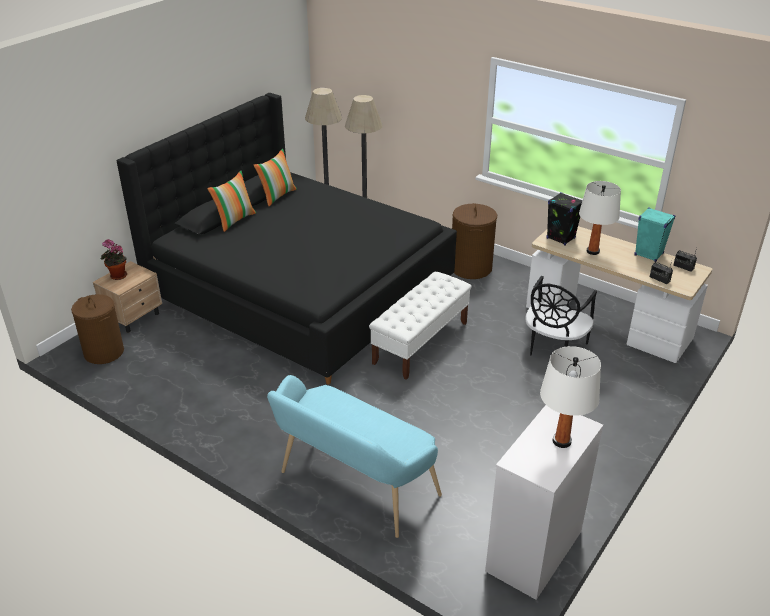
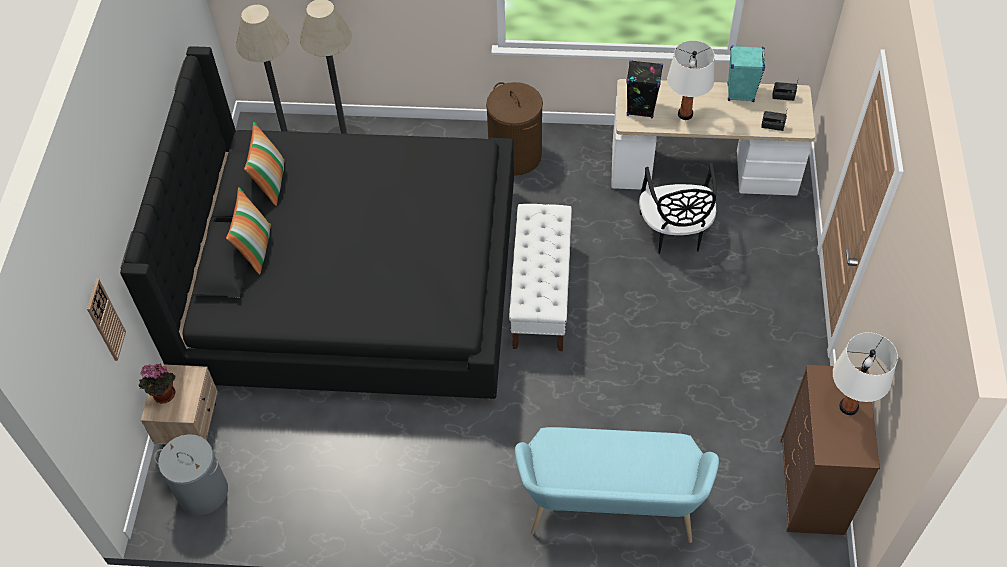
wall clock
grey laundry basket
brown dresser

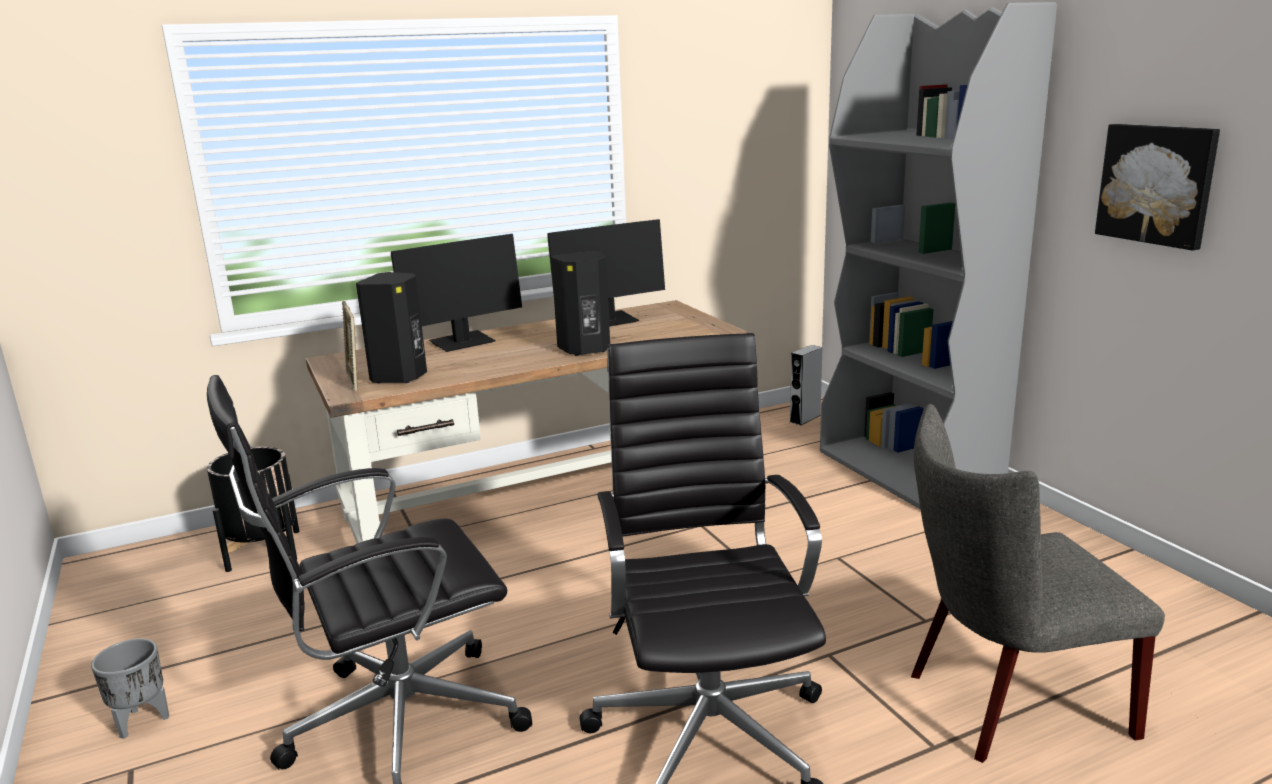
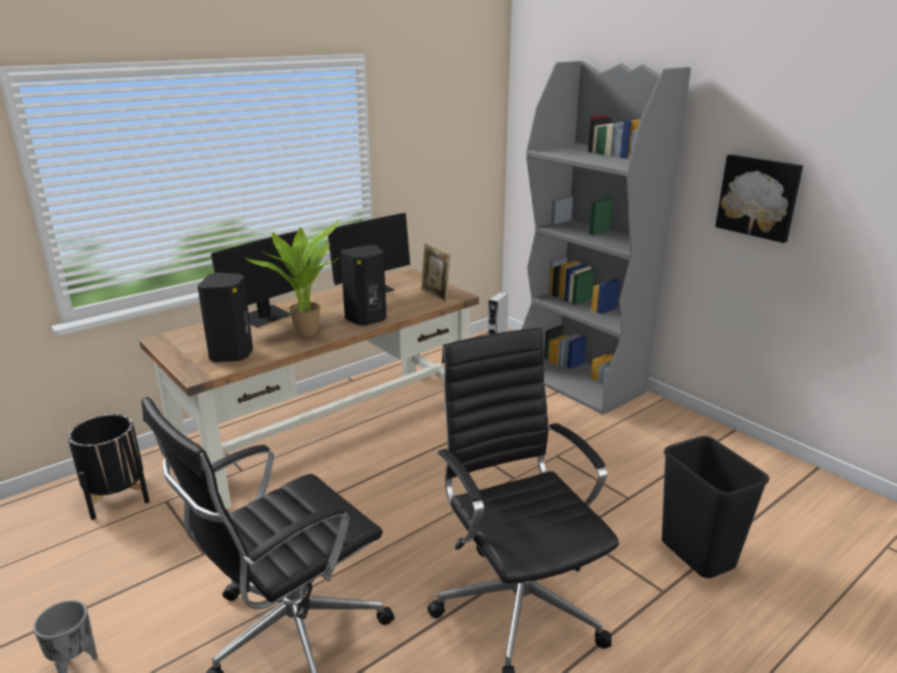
potted plant
picture frame
black trash can

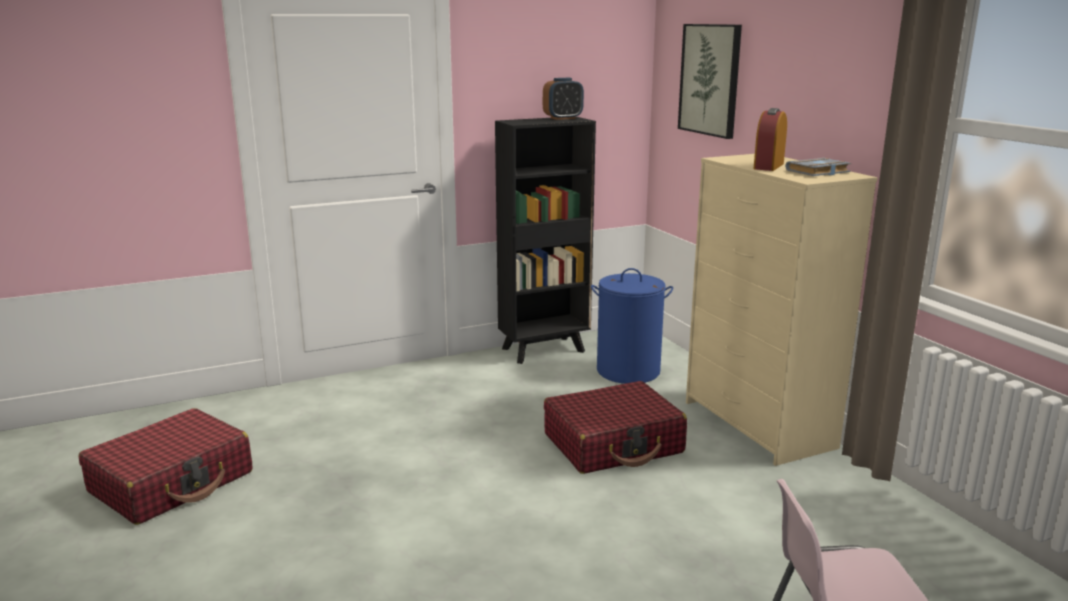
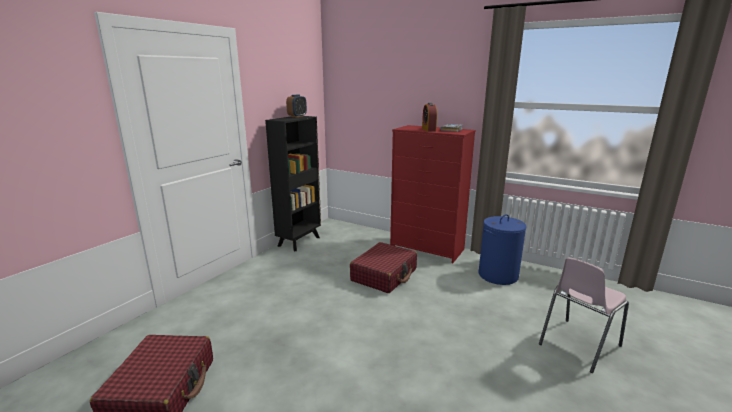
red dresser
blue laundry basket
picture

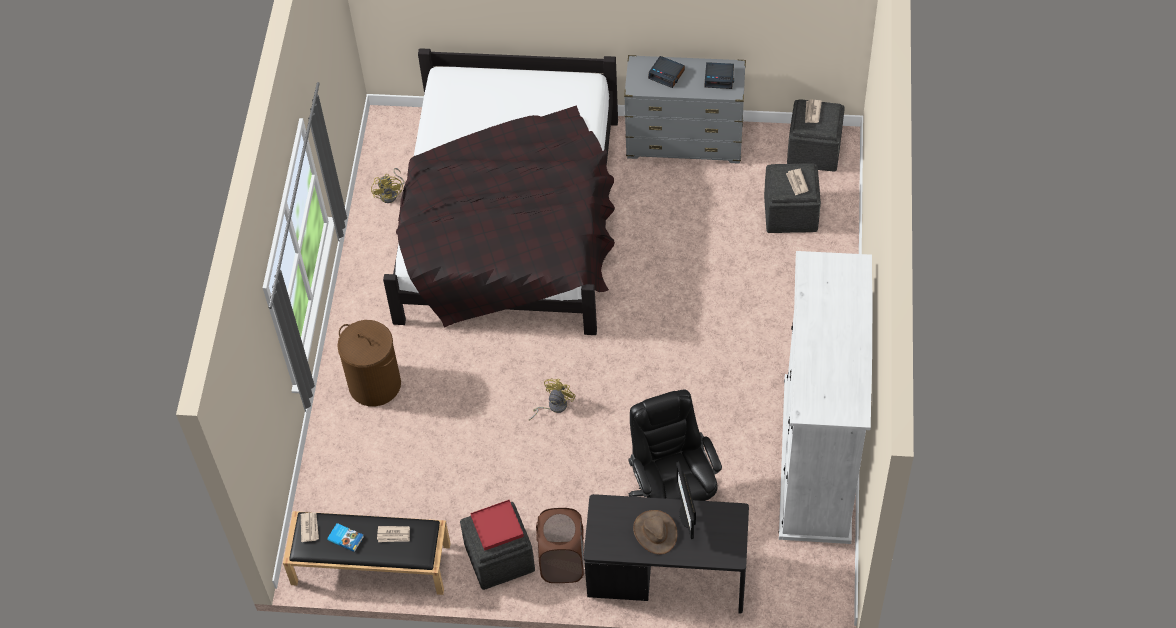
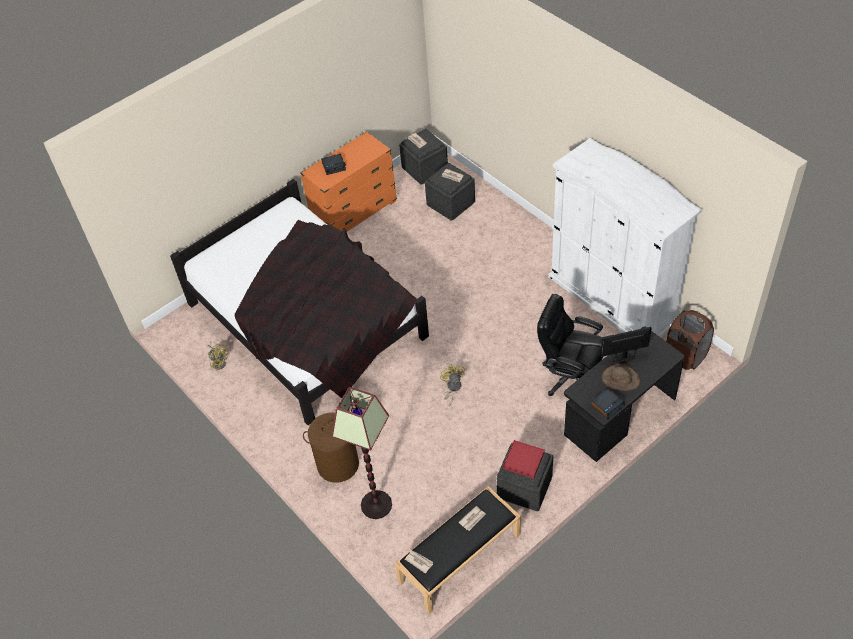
orange dresser
floor lamp
alarm clock (no. 2 from left)
monitor
brown laundry basket (no. 2 from left)
book

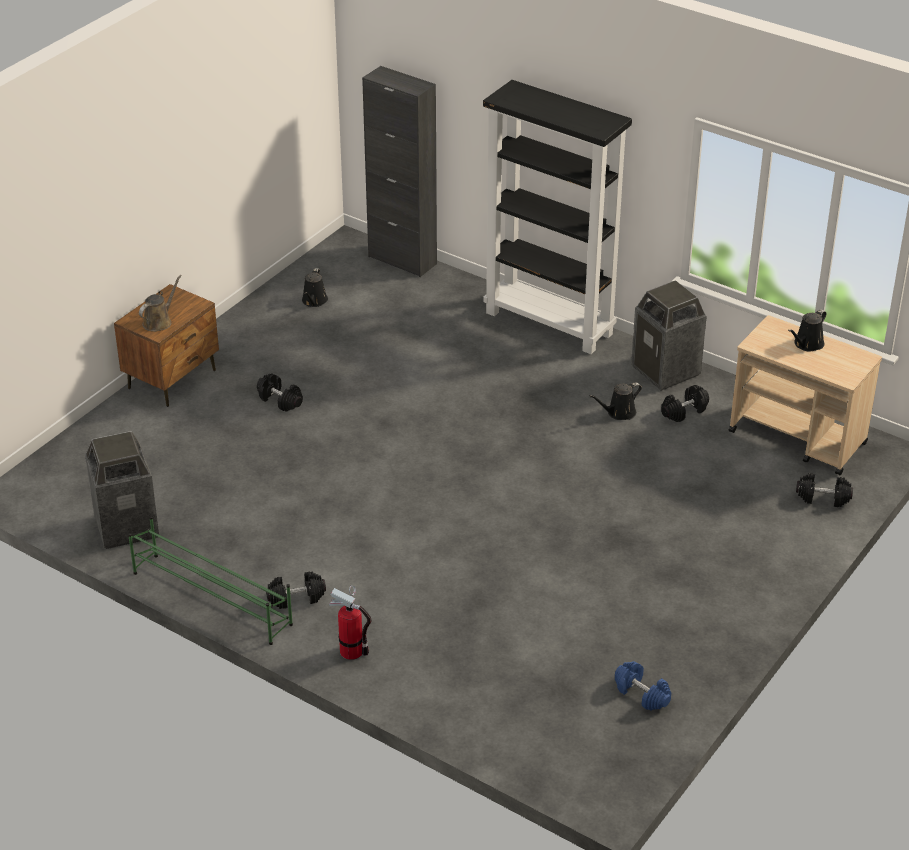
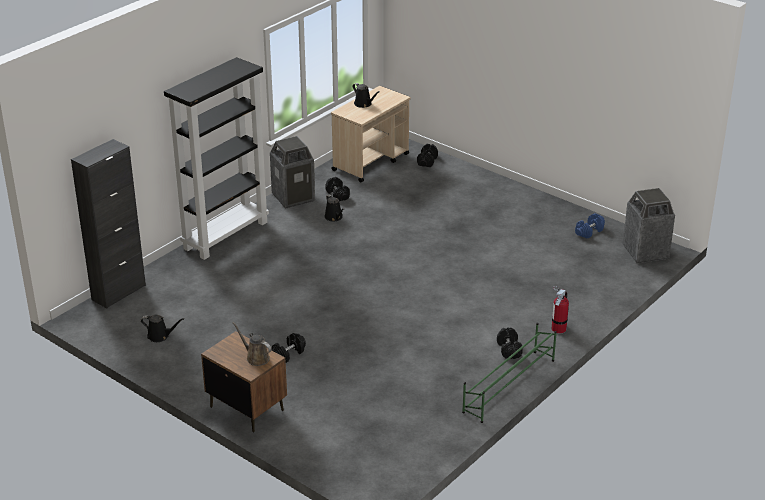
trash can (no. 2 from left)

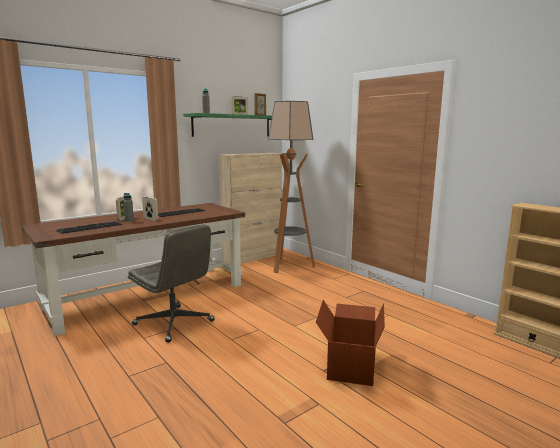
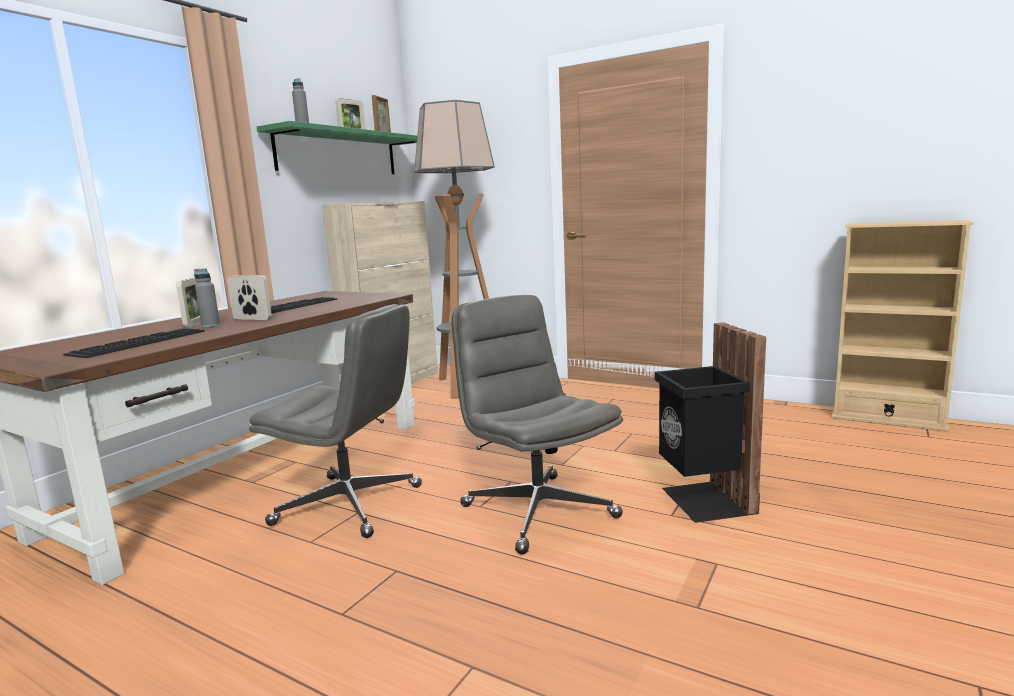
grey office chair (no. 2 from left)
black trash can

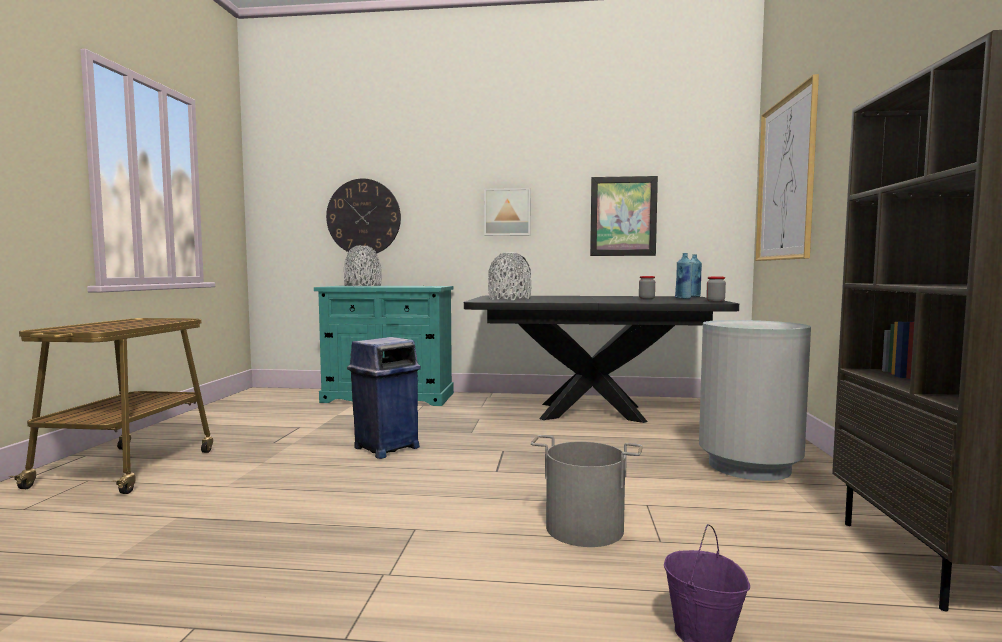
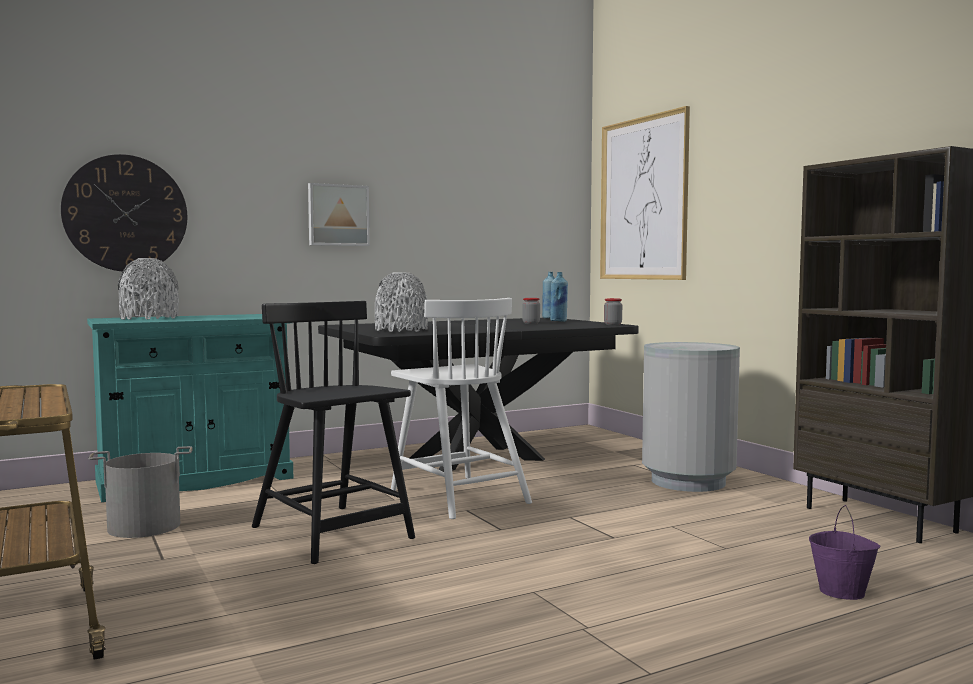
grey bucket
black chair
white chair
picture (no. 2 from left in the first image)

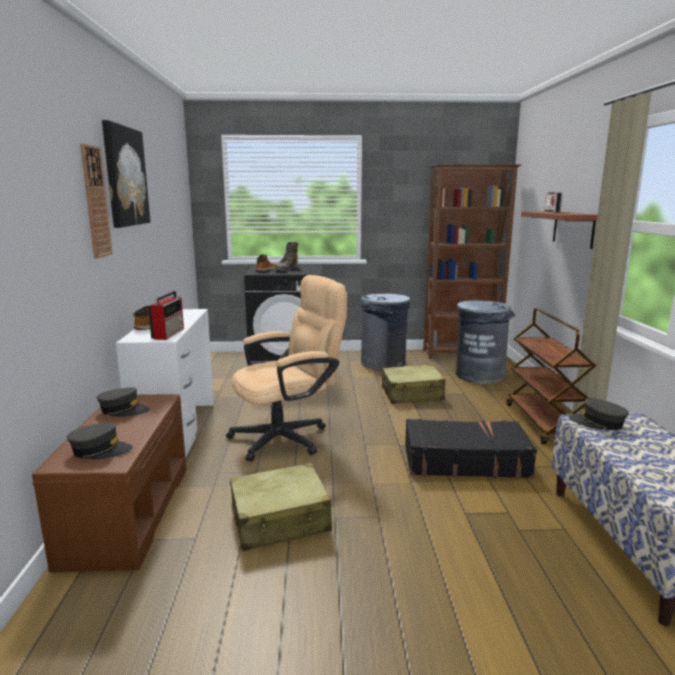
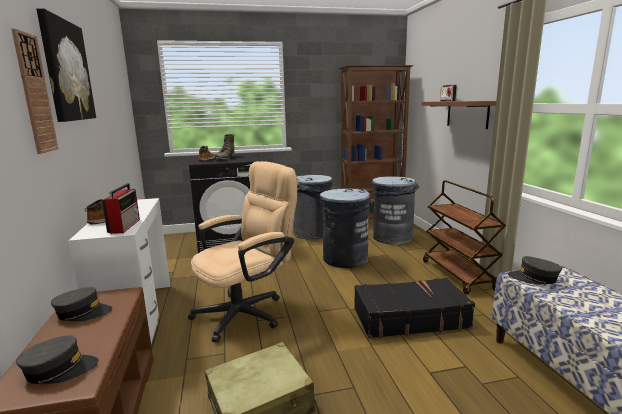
grey trash can (no. 2 from left)

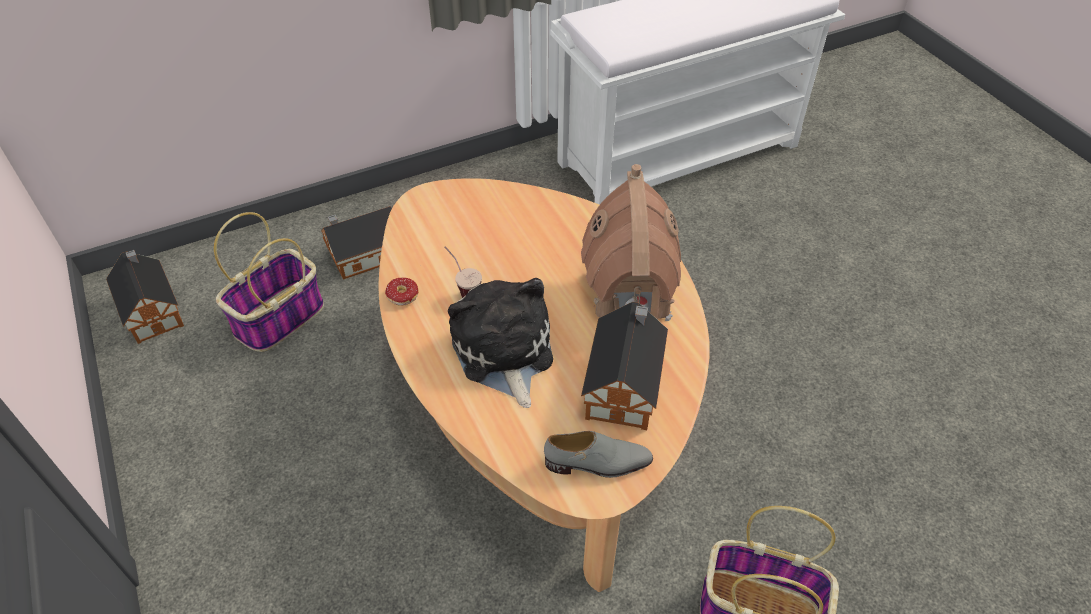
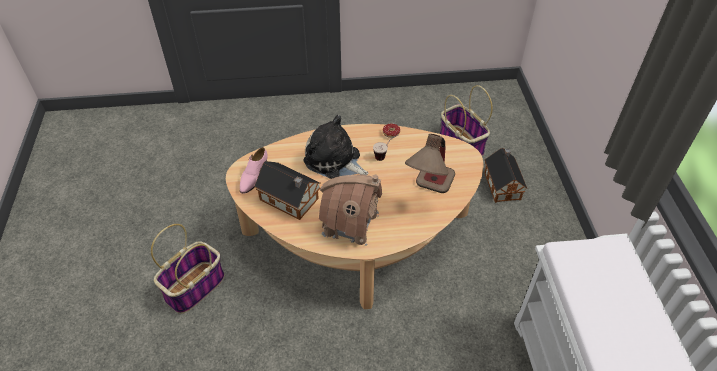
pink shoe
plush toy
table lamp
toy house (no. 1 from left in the first image)

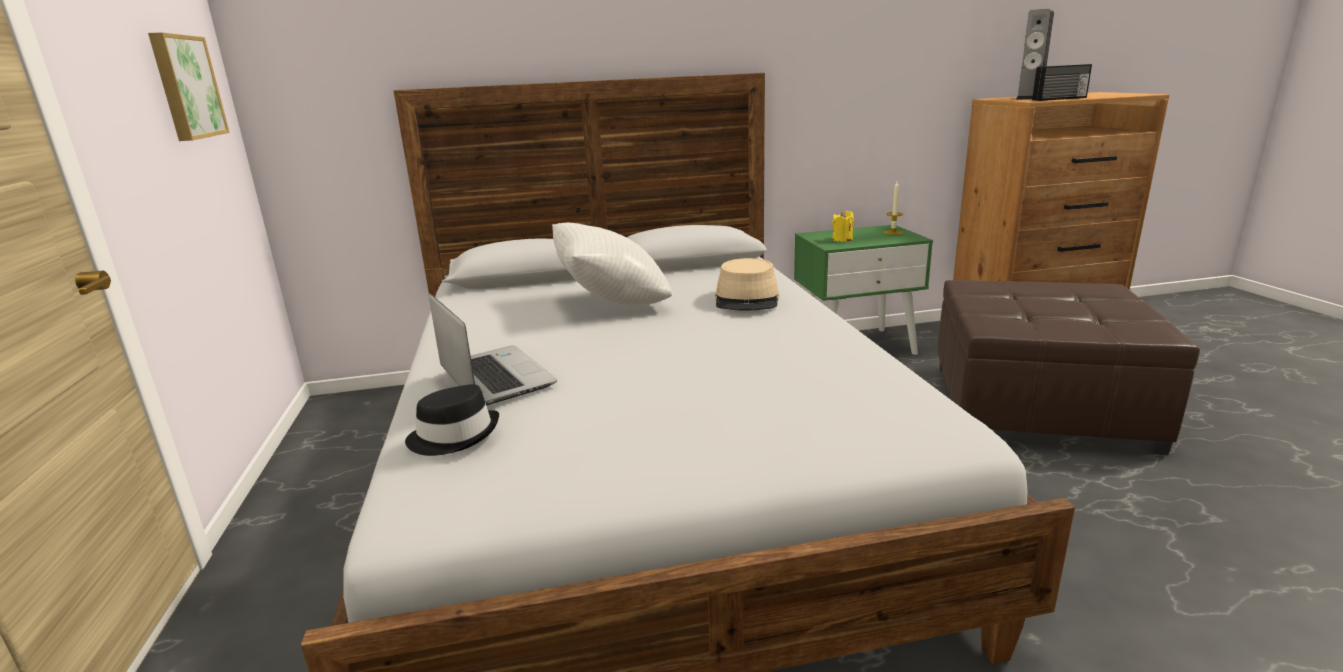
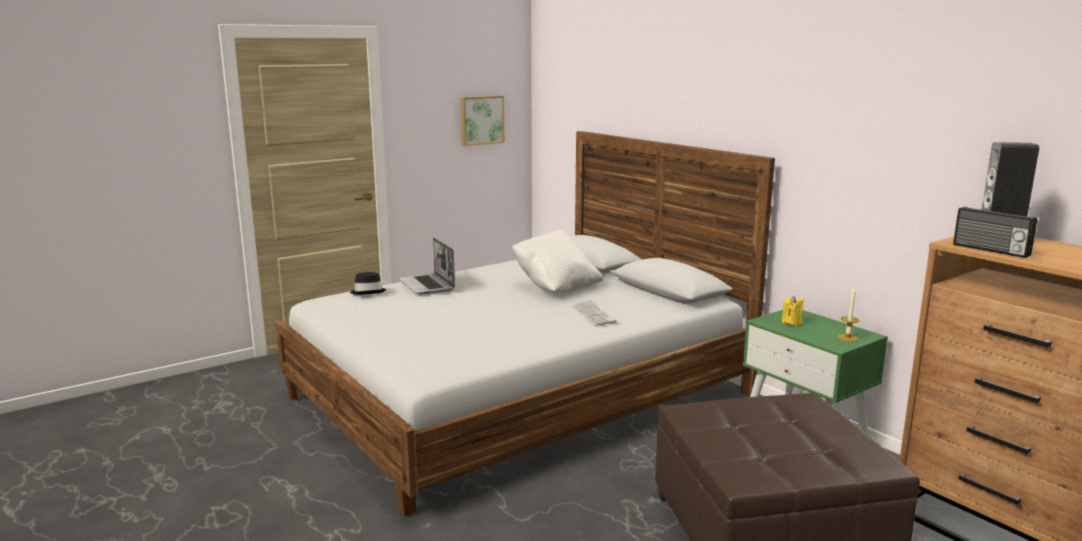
laptop
keyboard

